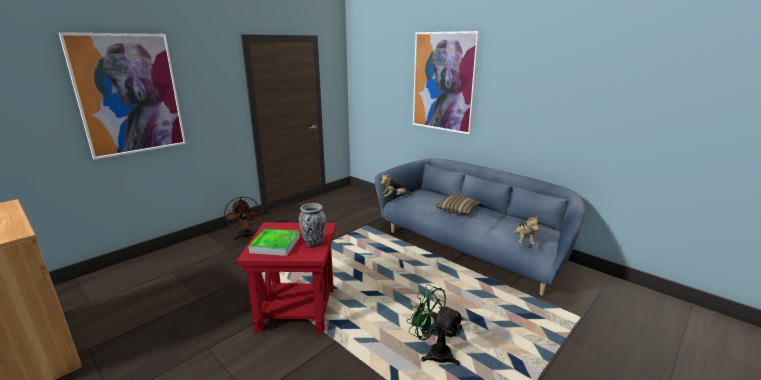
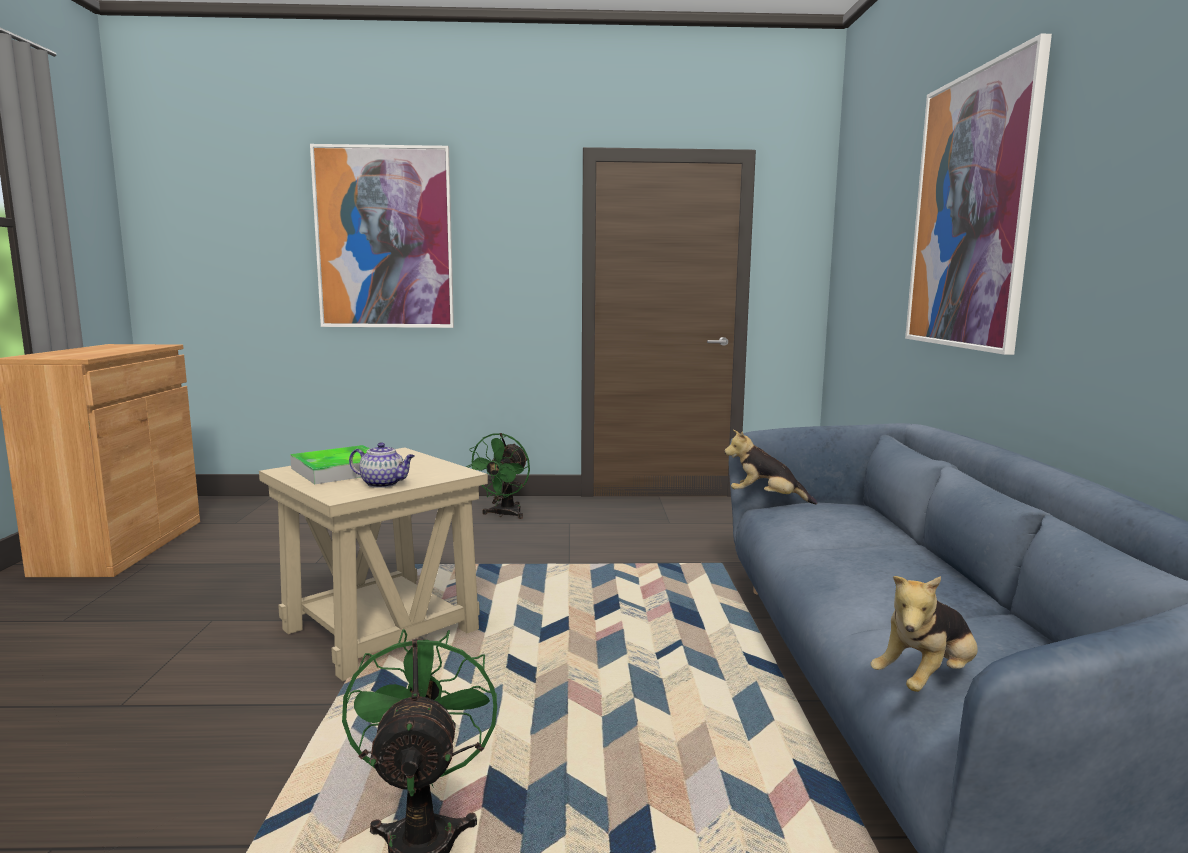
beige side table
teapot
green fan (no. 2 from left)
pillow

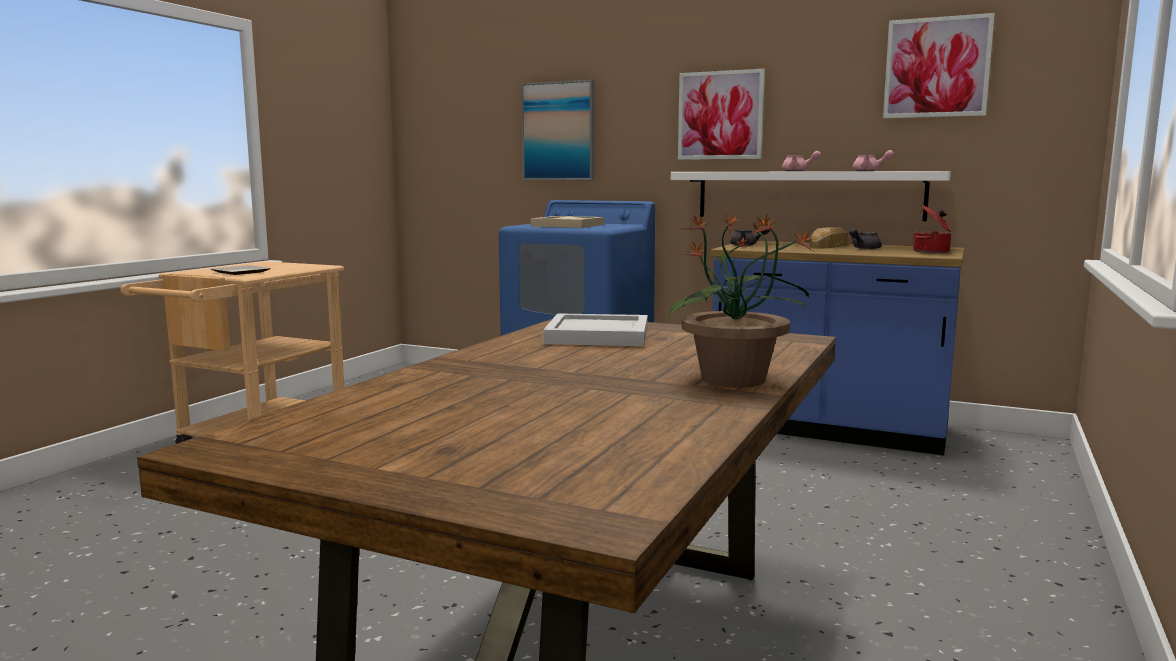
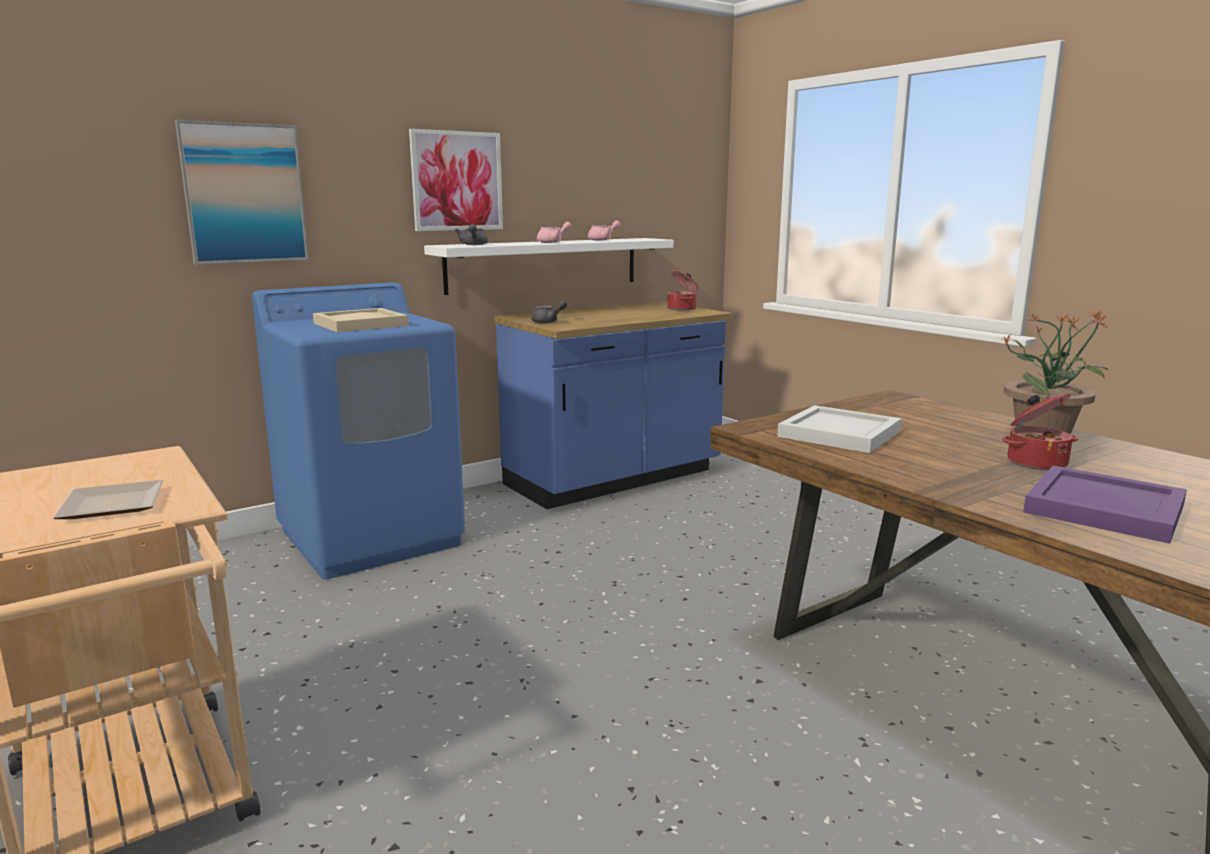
grey teapot (no. 1 from left)
cooking pot (no. 2 from left)
purple tray
bread
picture (no. 3 from left in the first image)

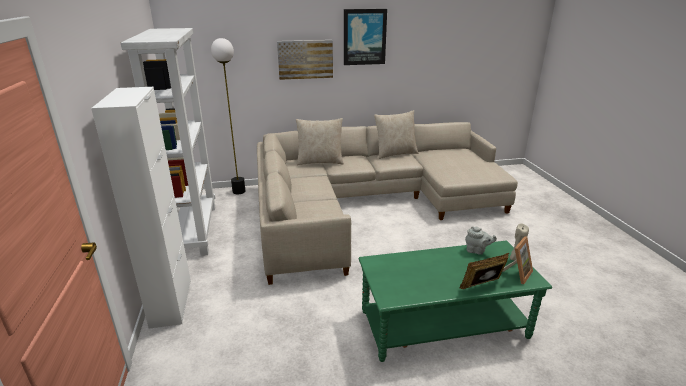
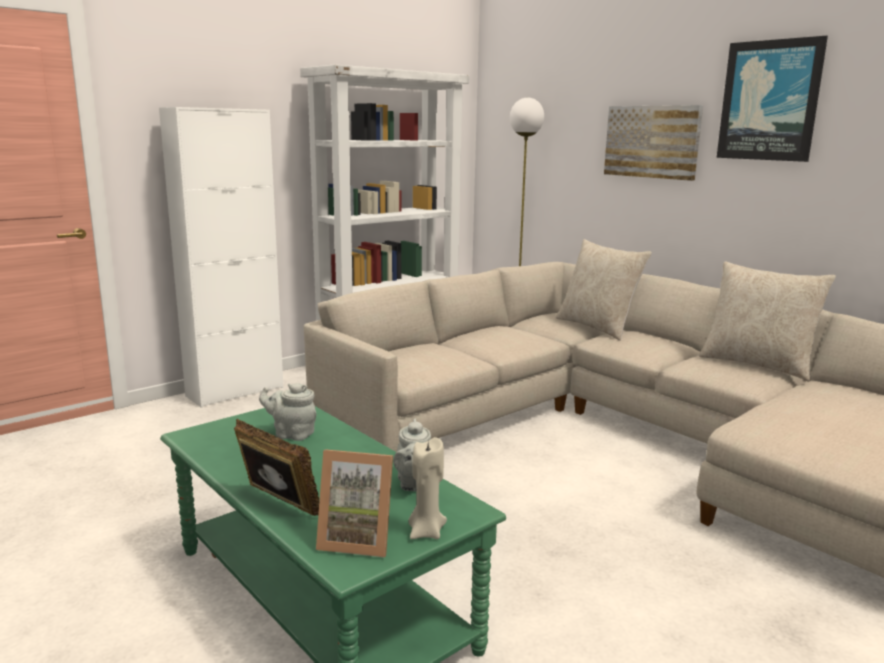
grey teapot (no. 1 from left)

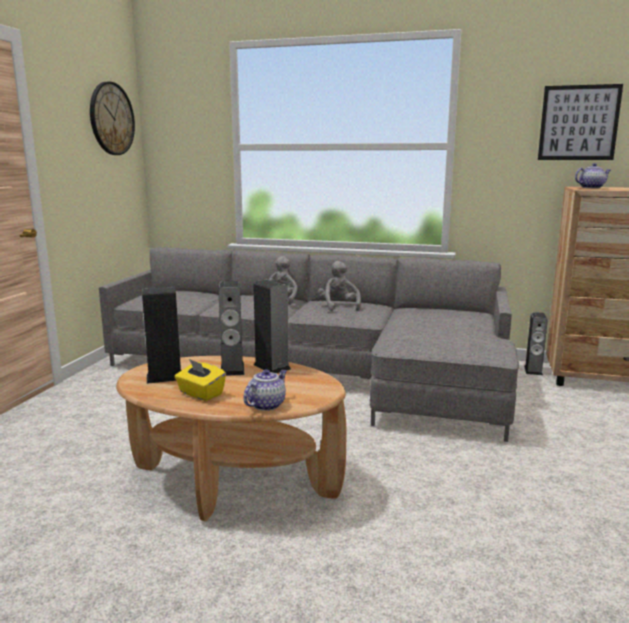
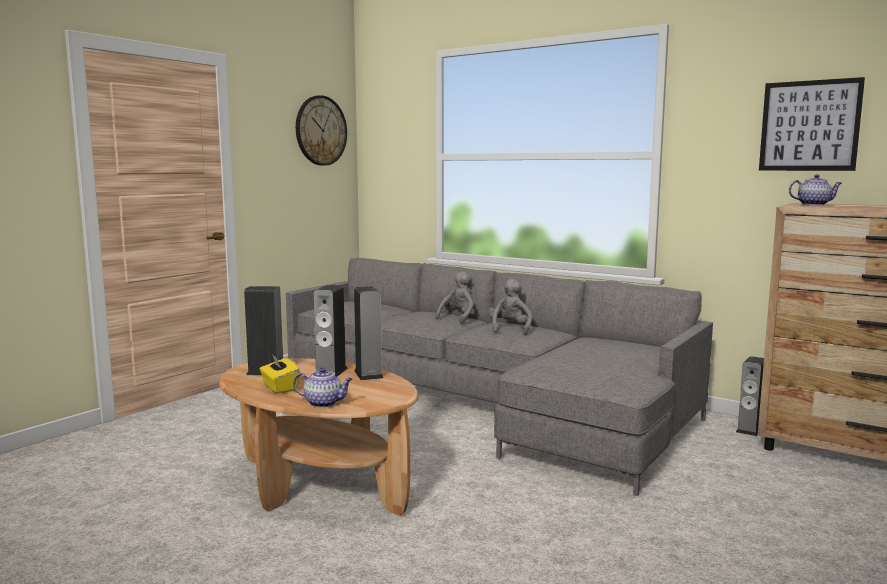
teapot (no. 1 from left)

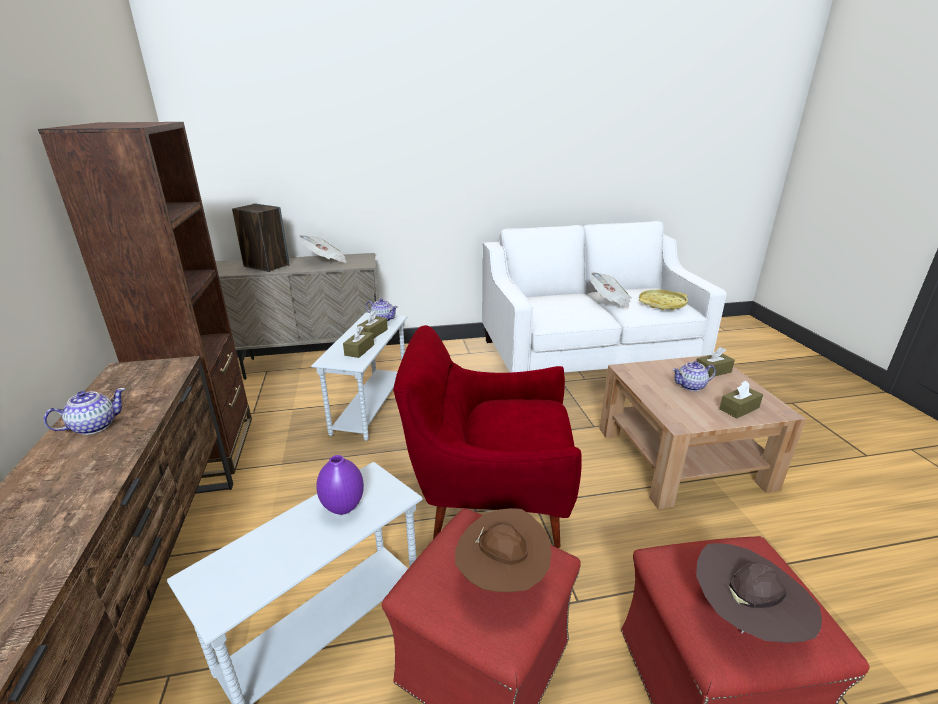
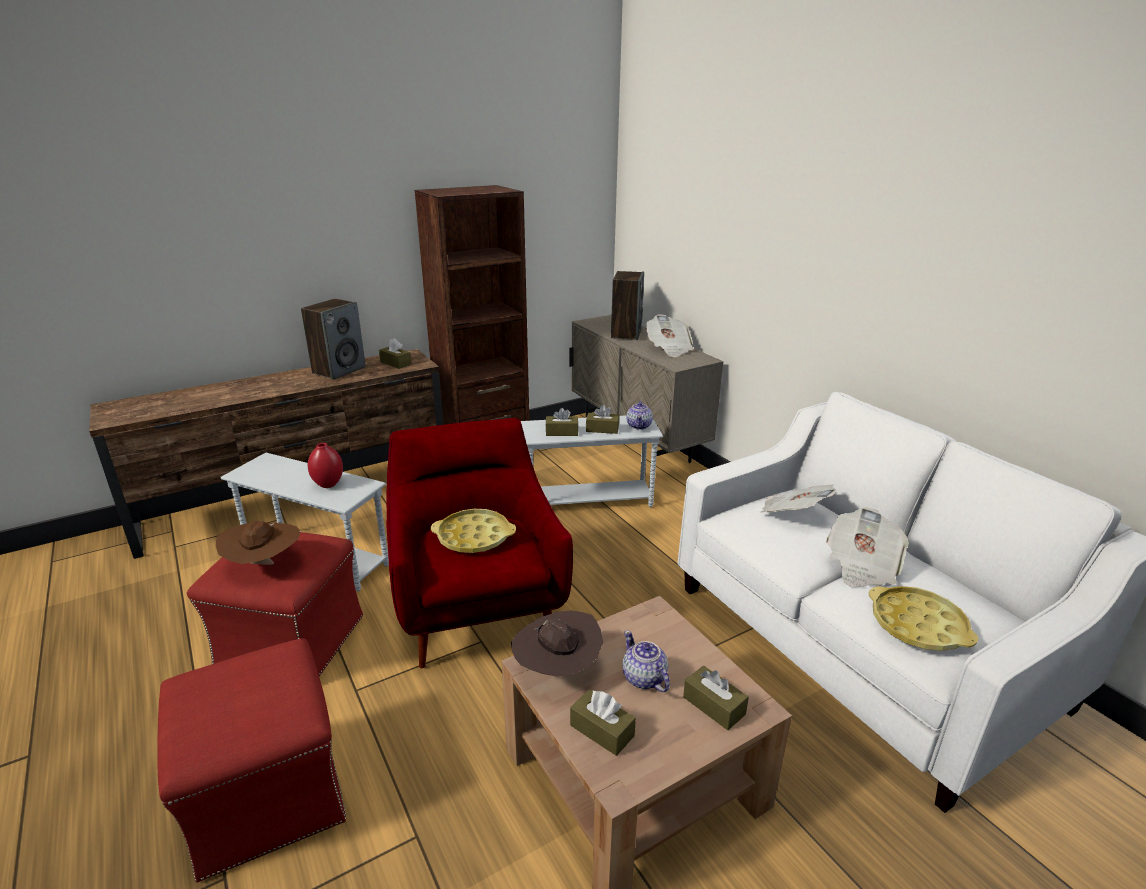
speaker (no. 1 from left)
red vase
brown tissue box (no. 1 from left)
yellow tray (no. 1 from left)
brown hat (no. 2 from left)
newspaper (no. 2 from left)

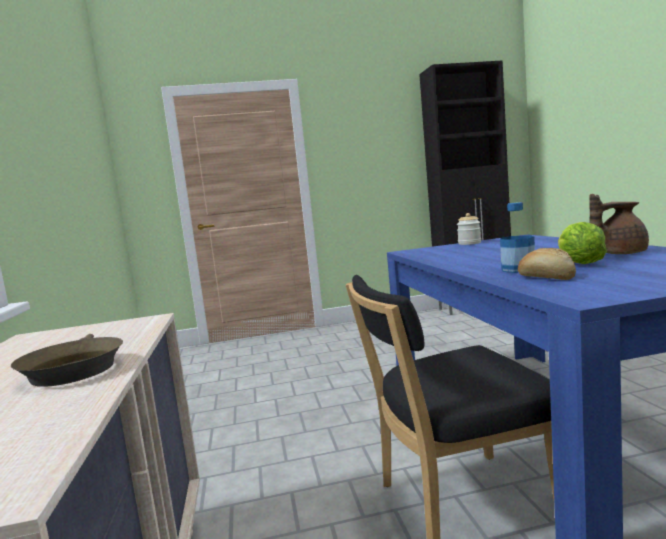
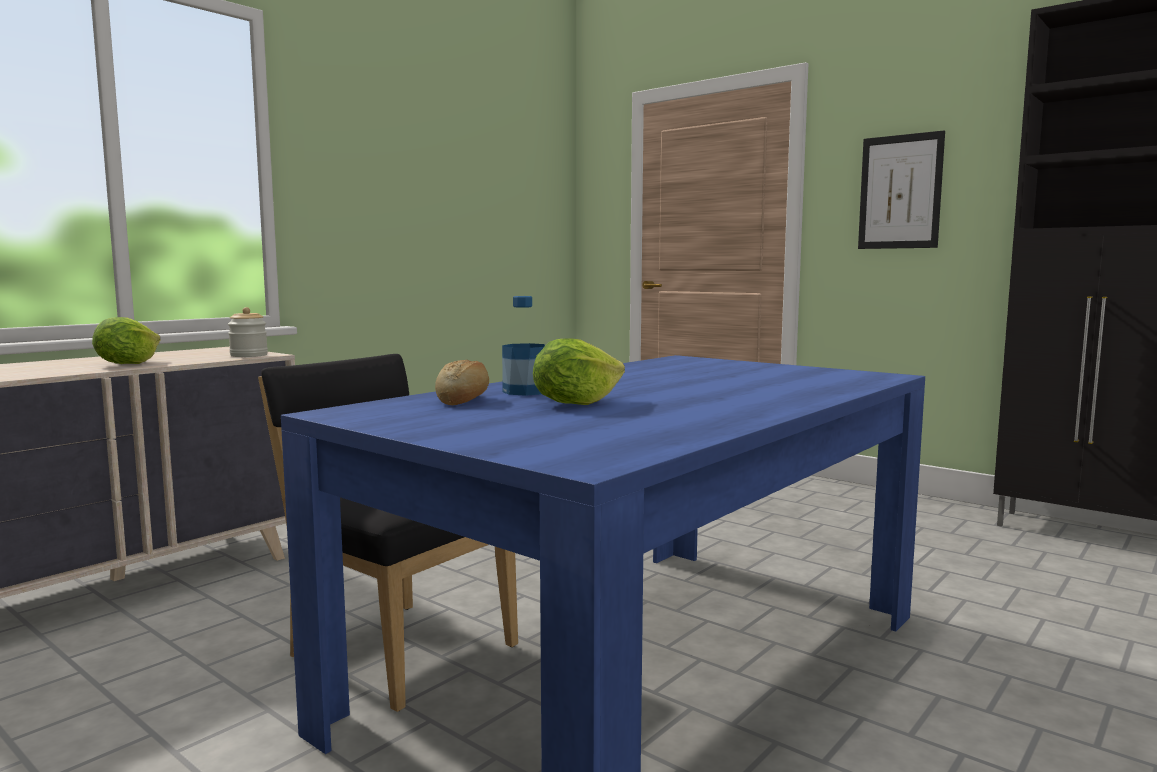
lettuce (no. 1 from left)
jar
picture
brown teapot

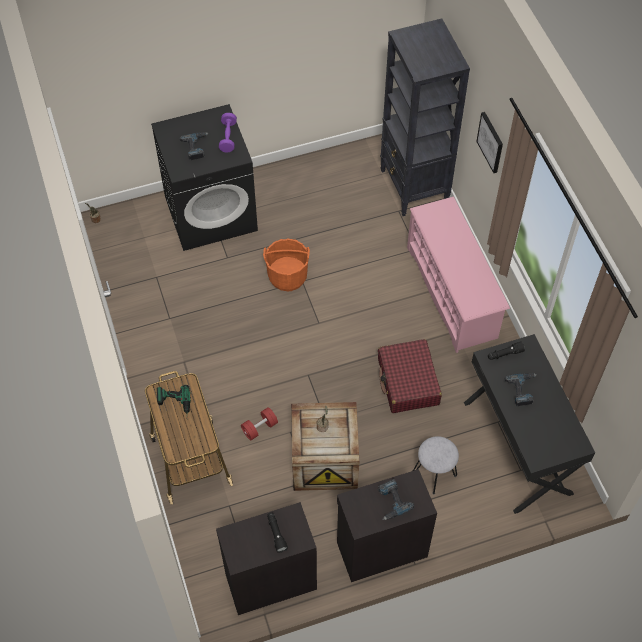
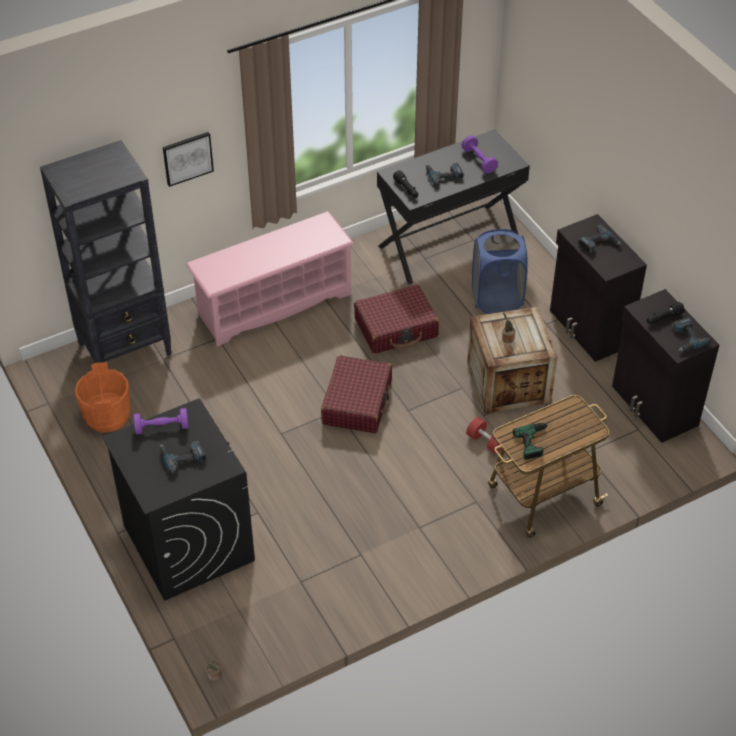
orange bucket
red suitcase (no. 1 from left)
purple dumbbell (no. 2 from left)
blue laundry basket
power drill (no. 5 from left)

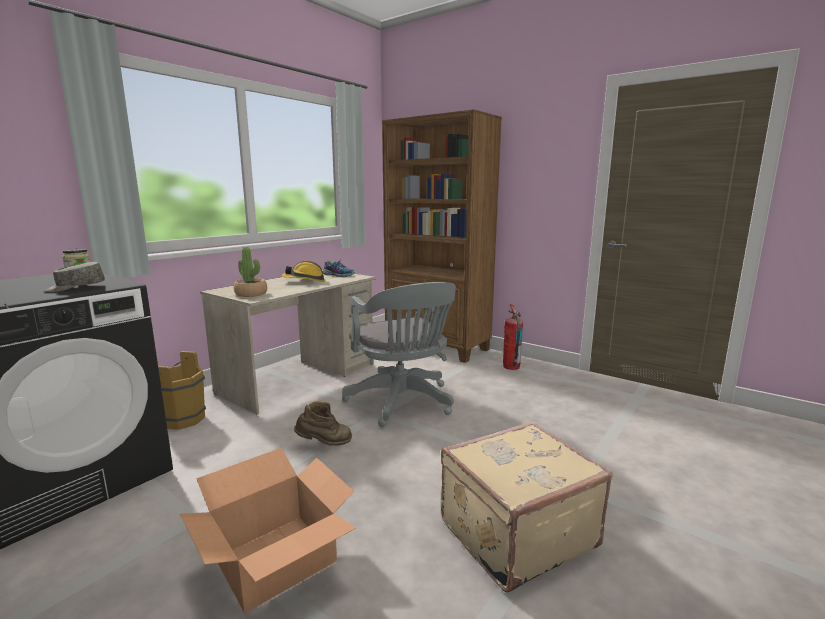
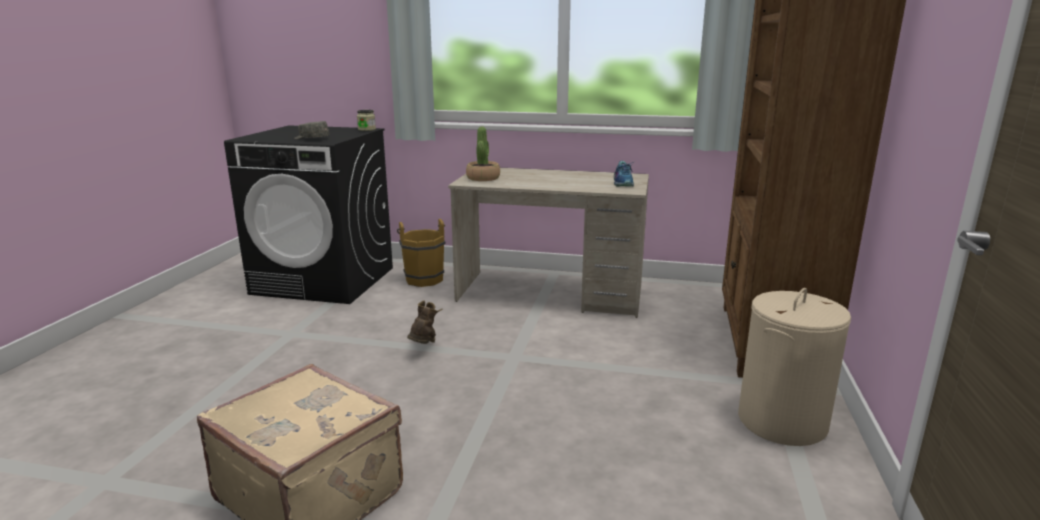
brown boot
beige laundry basket
cardboard box
hard hat
grey office chair

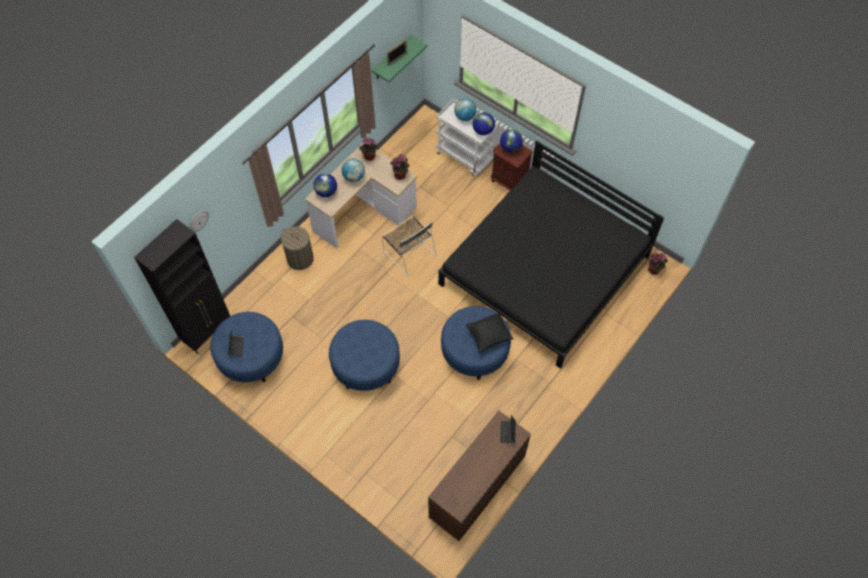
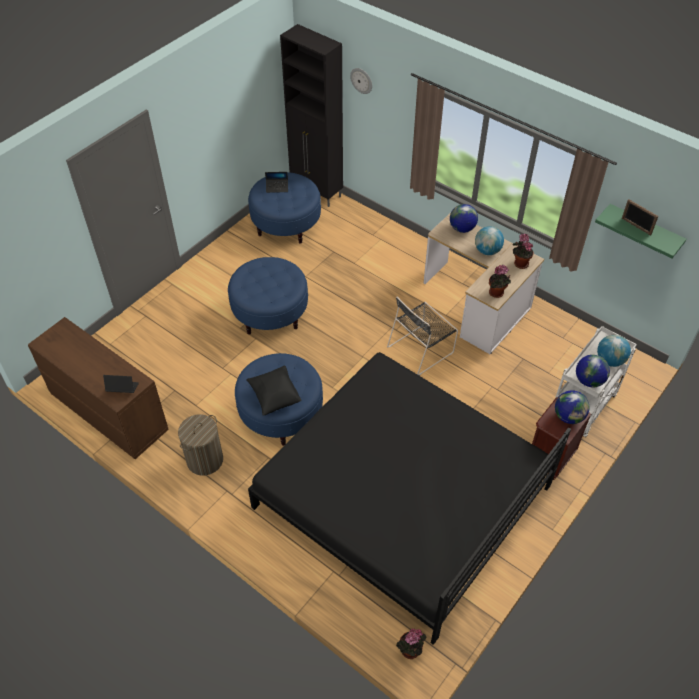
laundry basket

